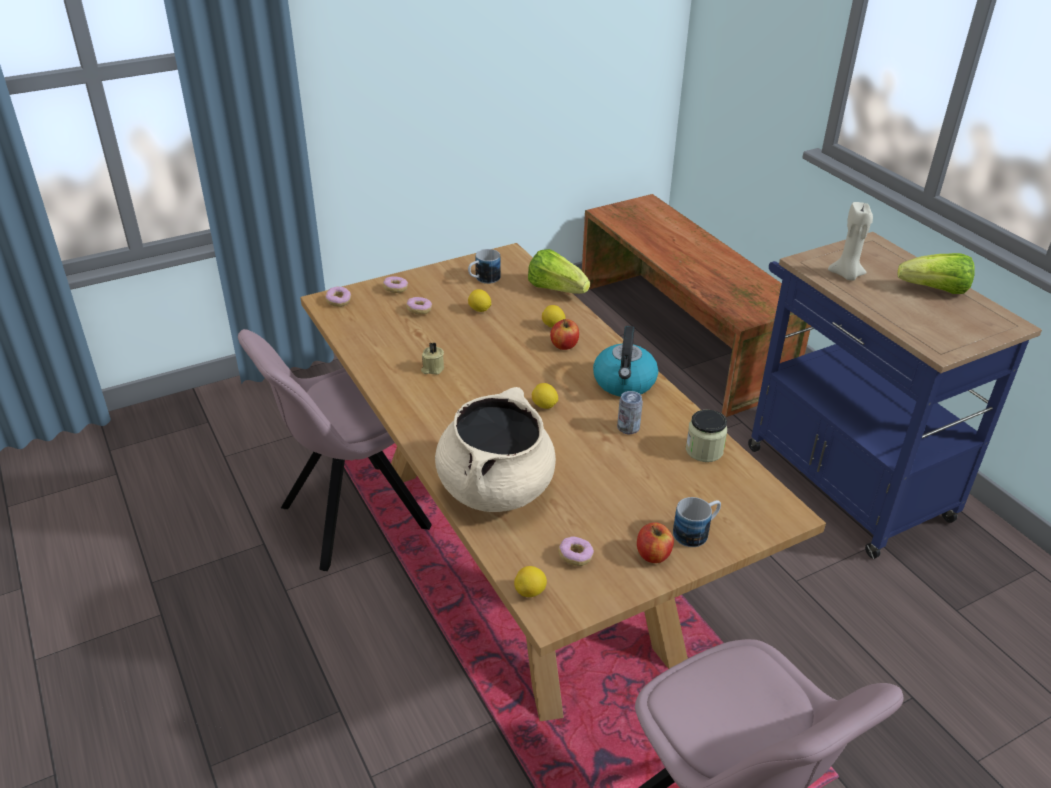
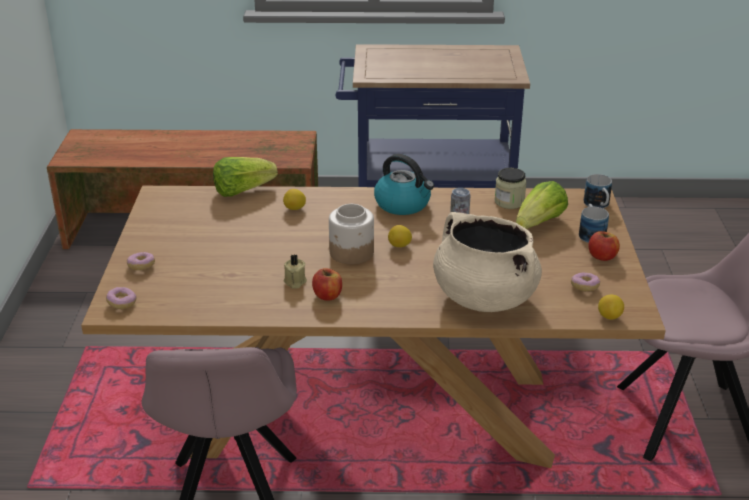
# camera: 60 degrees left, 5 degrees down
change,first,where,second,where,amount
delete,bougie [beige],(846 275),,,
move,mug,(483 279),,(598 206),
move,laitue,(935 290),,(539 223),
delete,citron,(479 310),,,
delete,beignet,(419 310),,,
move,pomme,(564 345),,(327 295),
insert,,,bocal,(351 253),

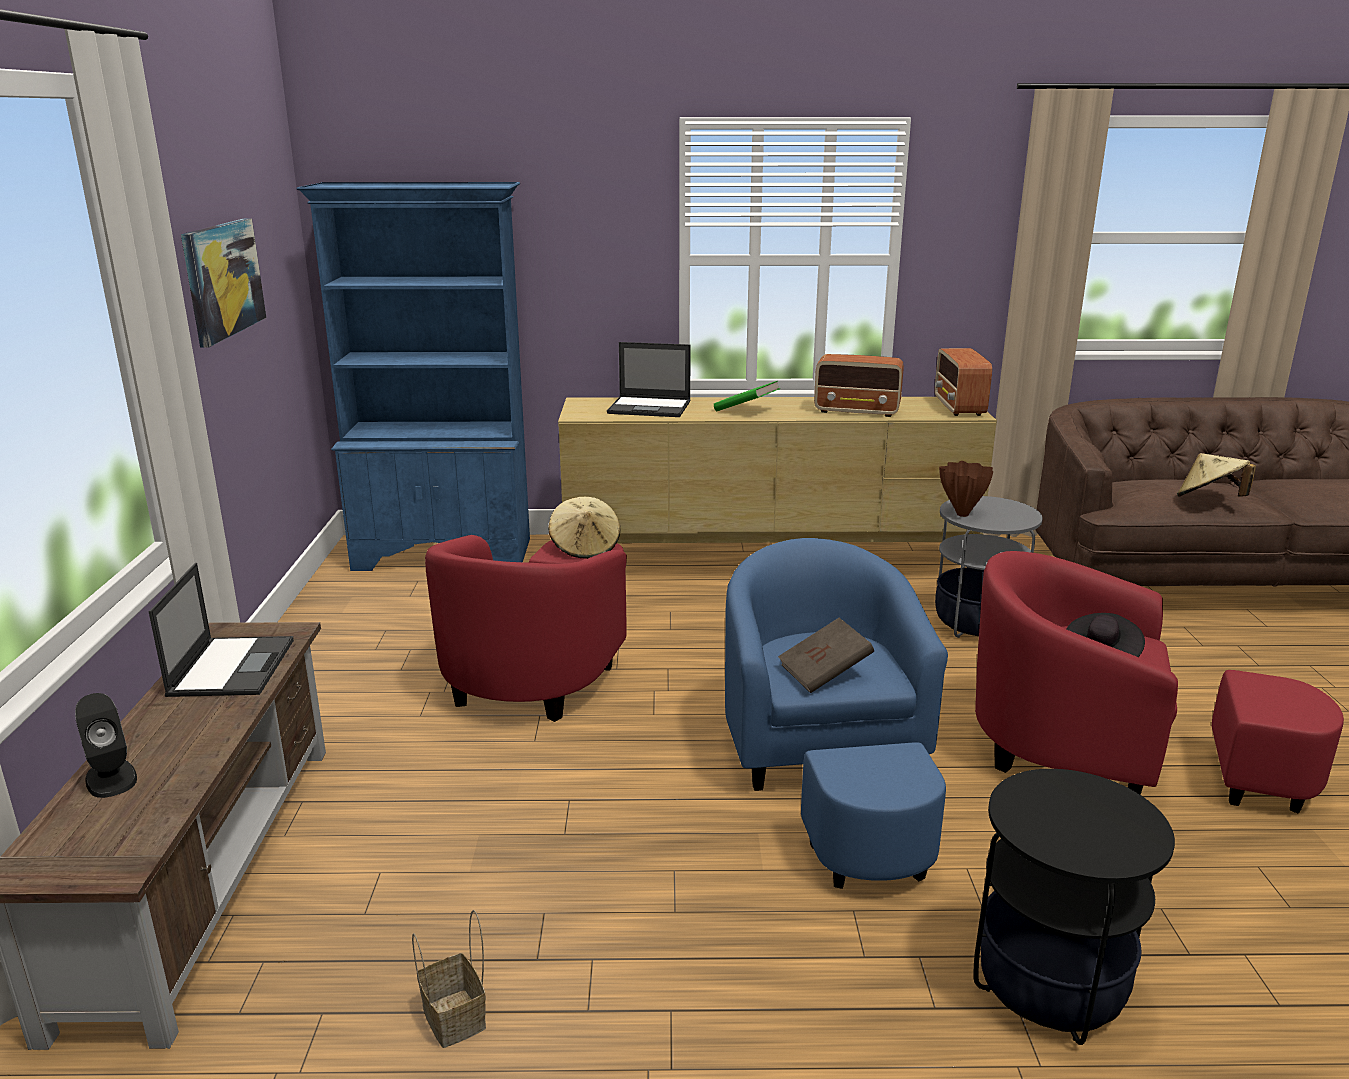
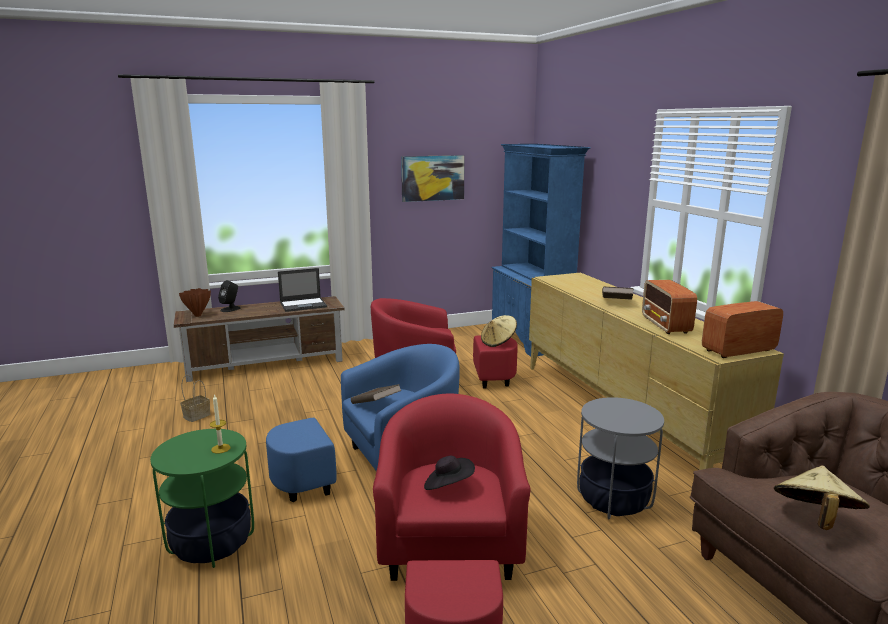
# camera: 70 degrees right, 5 degrees down
change,first,where,second,where,amount
delete,ordinateur portable,(650 407),,,
recolor,livre [vert],(746 410),livre [marron],(616 302),
move,vase [marron],(962 514),,(198 315),
recolor,table d'appoint [noir],(1048 988),table d'appoint [vert],(212 545),
insert,,,bougie,(220 448),

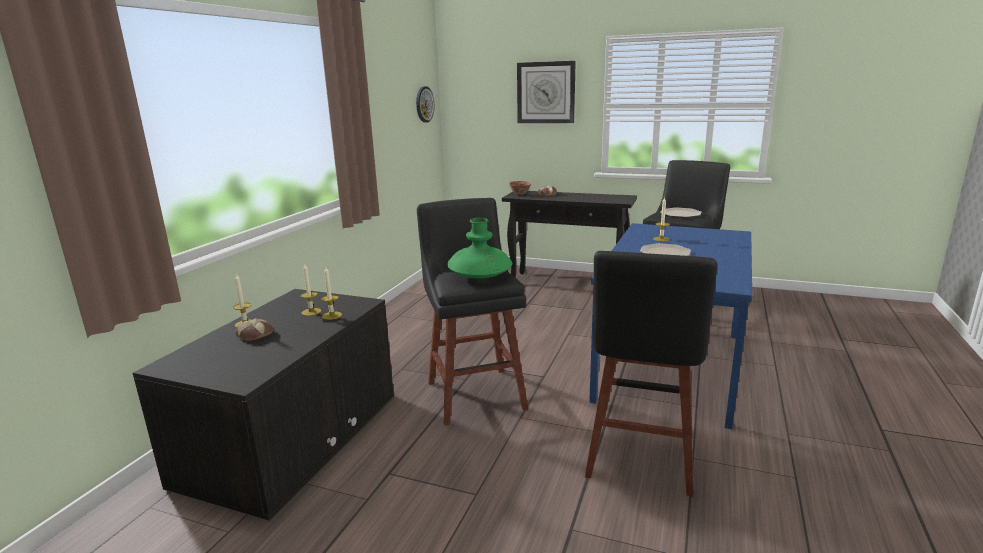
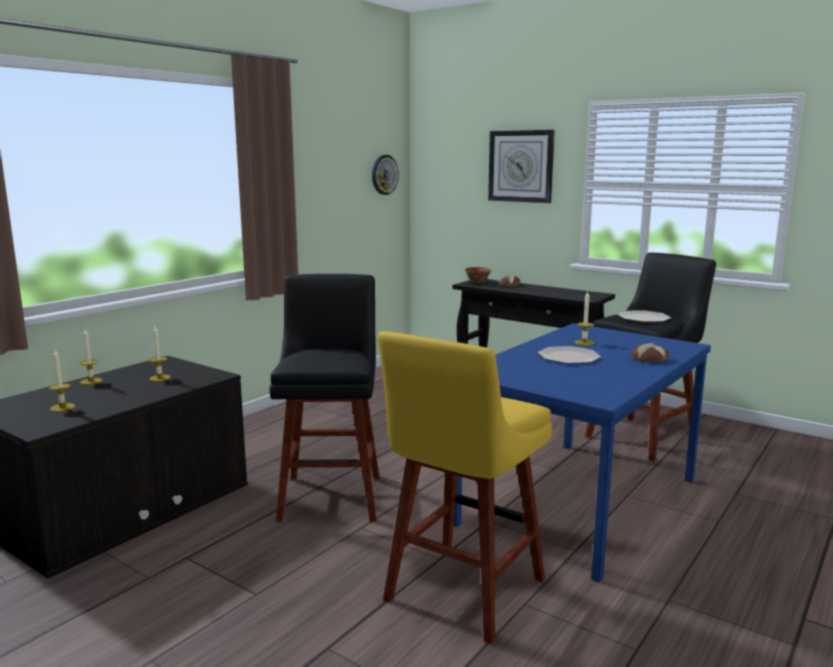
# camera: 15 degrees right, 5 degrees down
change,first,where,second,where,amount
delete,vase [vert],(480 275),,,
recolor,tabouret [noir],(640 457),tabouret [jaune],(462 591),
move,bougie,(332 315),,(62 407),
move,pain,(255 335),,(650 359),

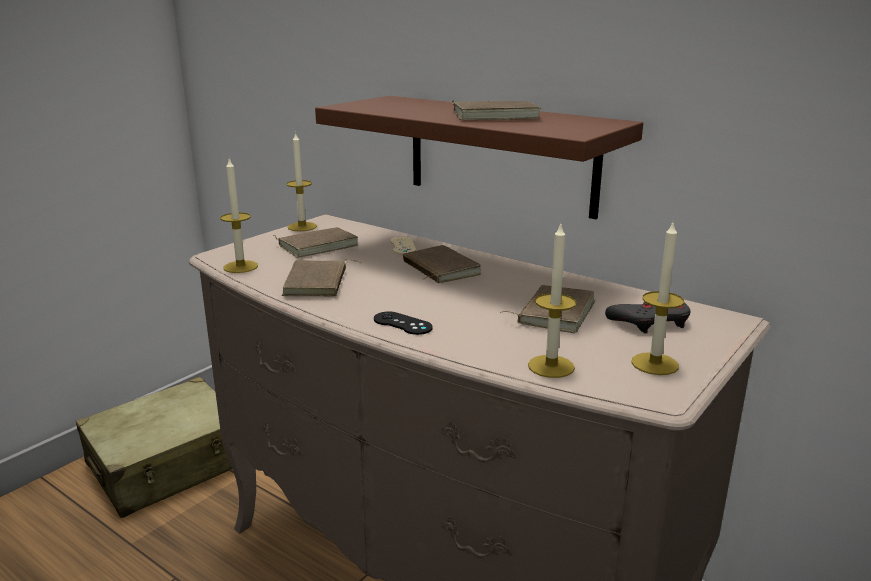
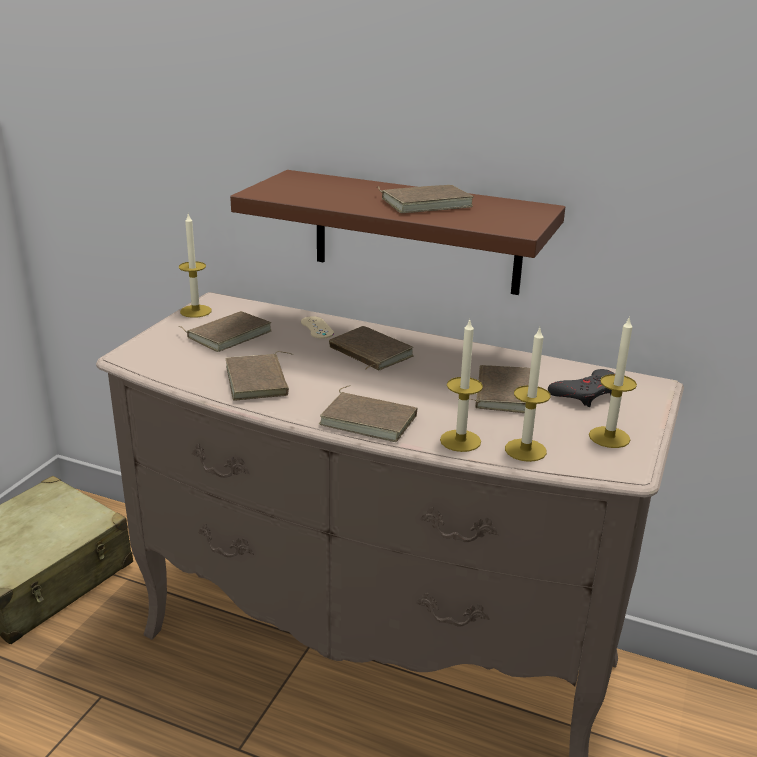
# camera: 15 degrees left, 5 degrees up
change,first,where,second,where,amount
move,bougie,(240 267),,(460 441),
replace,manette [noir],(402 323),livre [marron],(370 420),

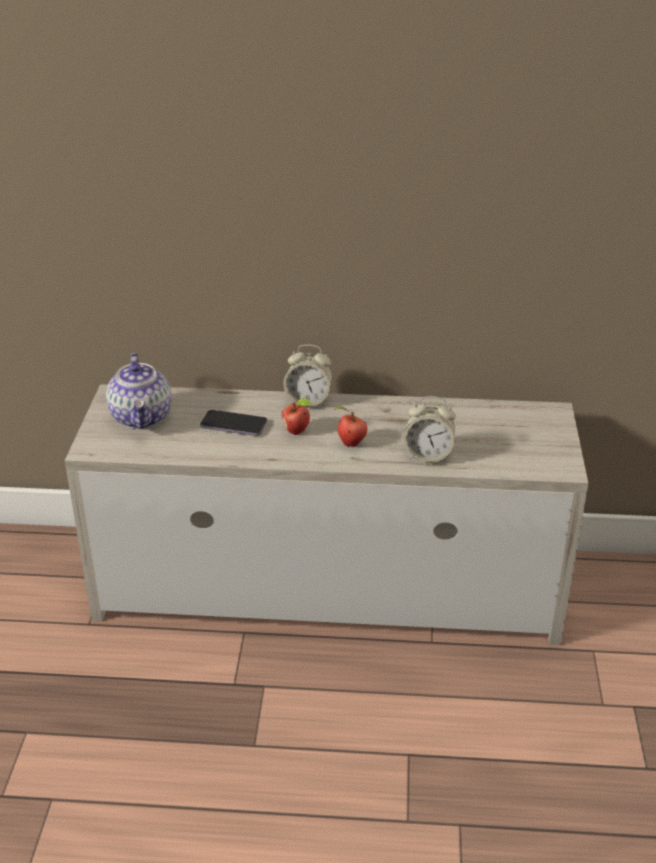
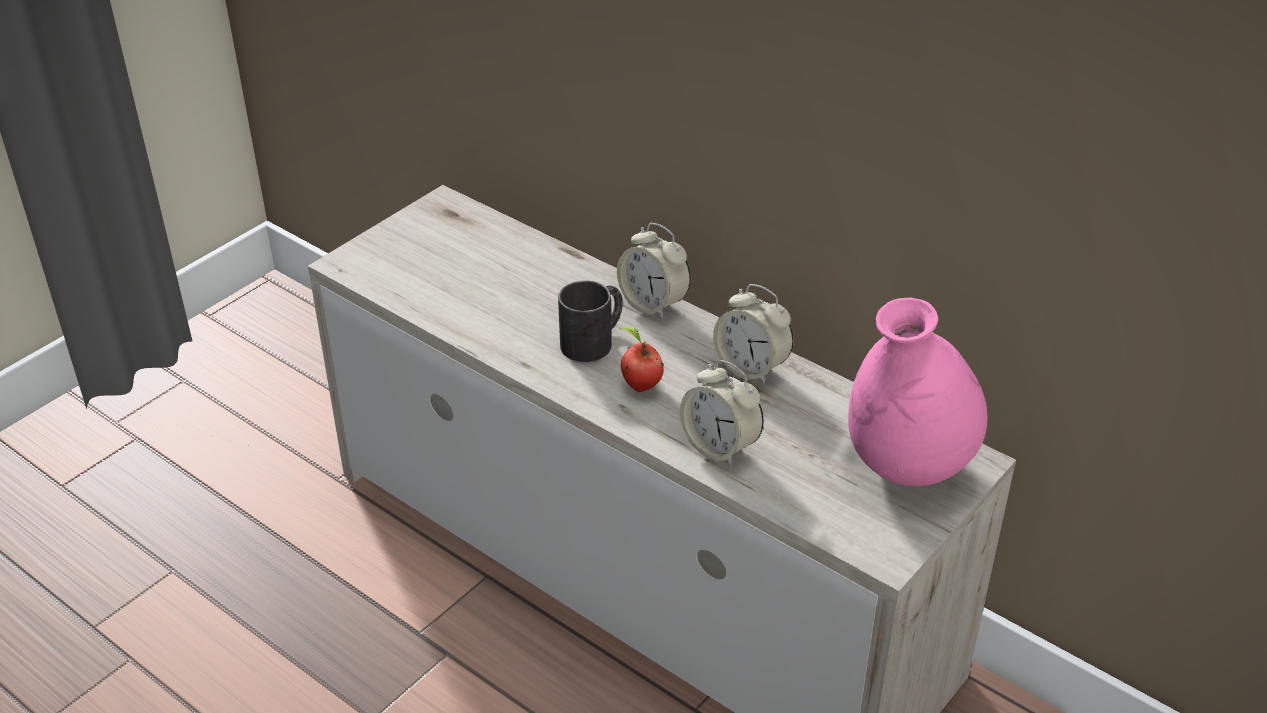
# camera: 35 degrees right, 5 degrees up
change,first,where,second,where,amount
delete,théière,(142 417),,,
replace,pomme,(297 431),mug [noir],(594 340),
delete,téléphone,(234 425),,,
insert,,,réveil,(751 368),
insert,,,vase [rose],(907 468),

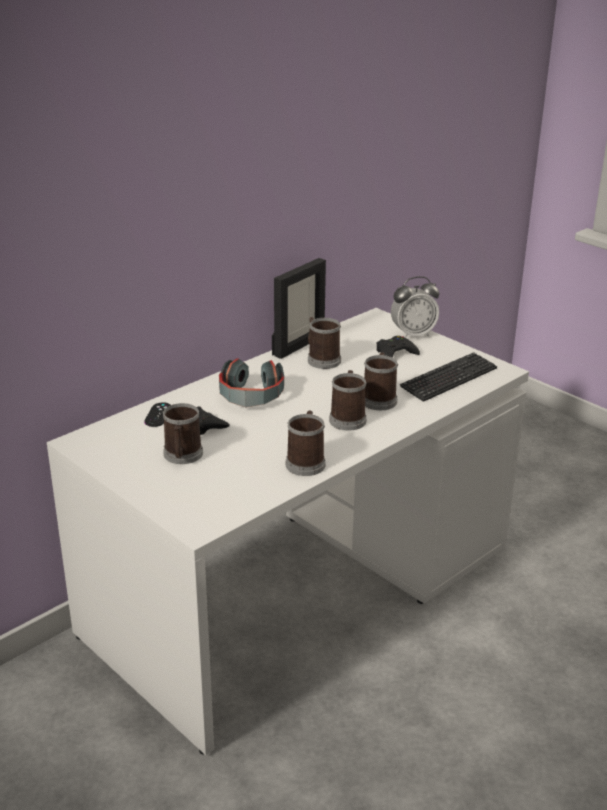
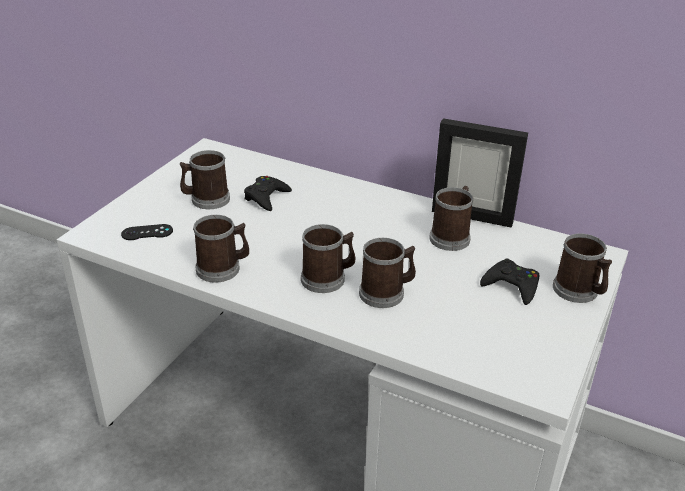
# camera: 70 degrees right, 5 degrees up
change,first,where,second,where,amount
replace,réveil,(413 334),mug,(579 291),
delete,clavier,(449 379),,,
delete,casque audio,(251 396),,,
move,manette [noir],(158 415),,(147 232),

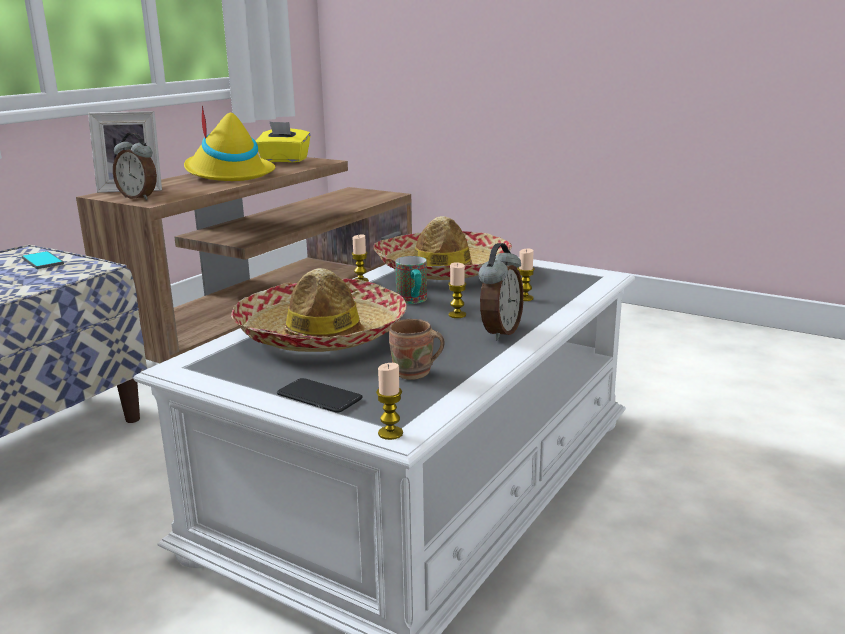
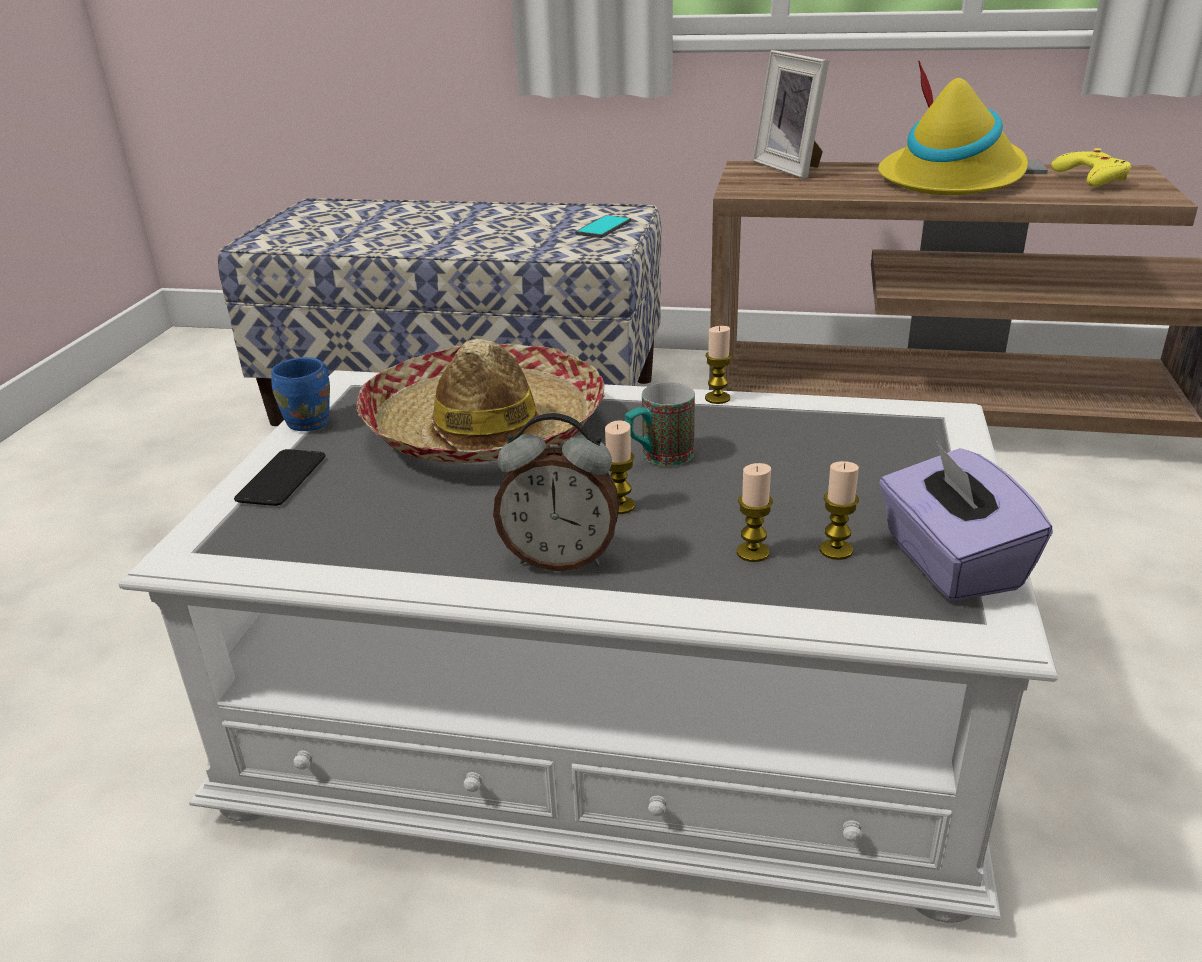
# camera: 70 degrees right, 10 degrees up
change,first,where,second,where,amount
replace,boîte à mouchoirs [jaune],(284 160),manette [jaune],(1091 177),
delete,réveil,(139 198),,,
delete,chapeau,(443 269),,,
delete,mug [marron],(414 374),,,
move,bougie,(390 433),,(836 550),
insert,,,mug [bleu],(313 422),
insert,,,boîte à mouchoirs [violet],(949 562),

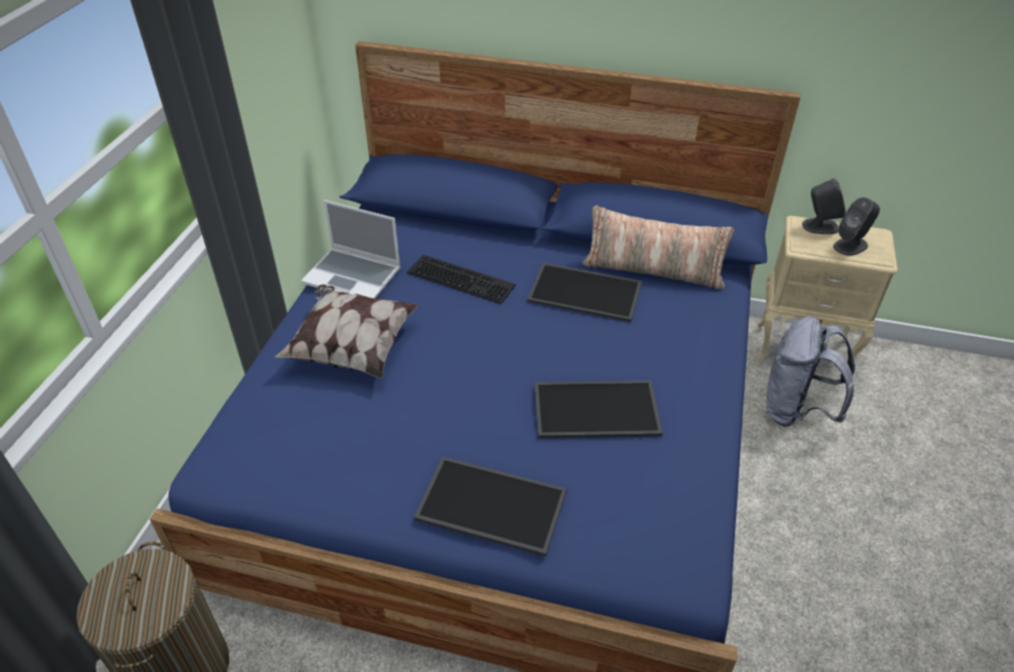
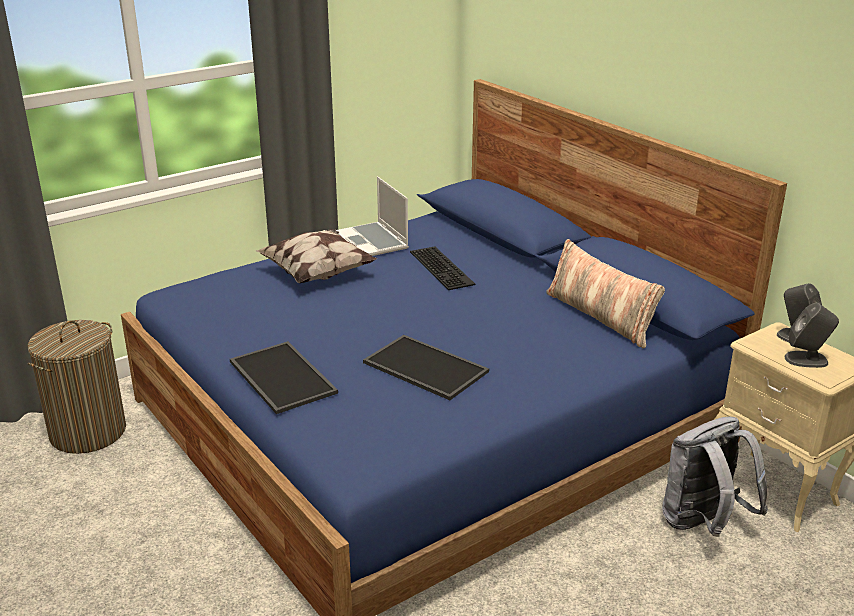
# camera: 40 degrees right, 15 degrees down
change,first,where,second,where,amount
delete,plateau,(586 291),,,

